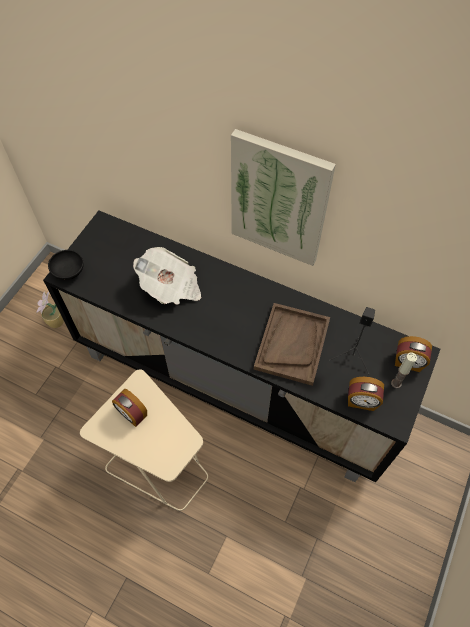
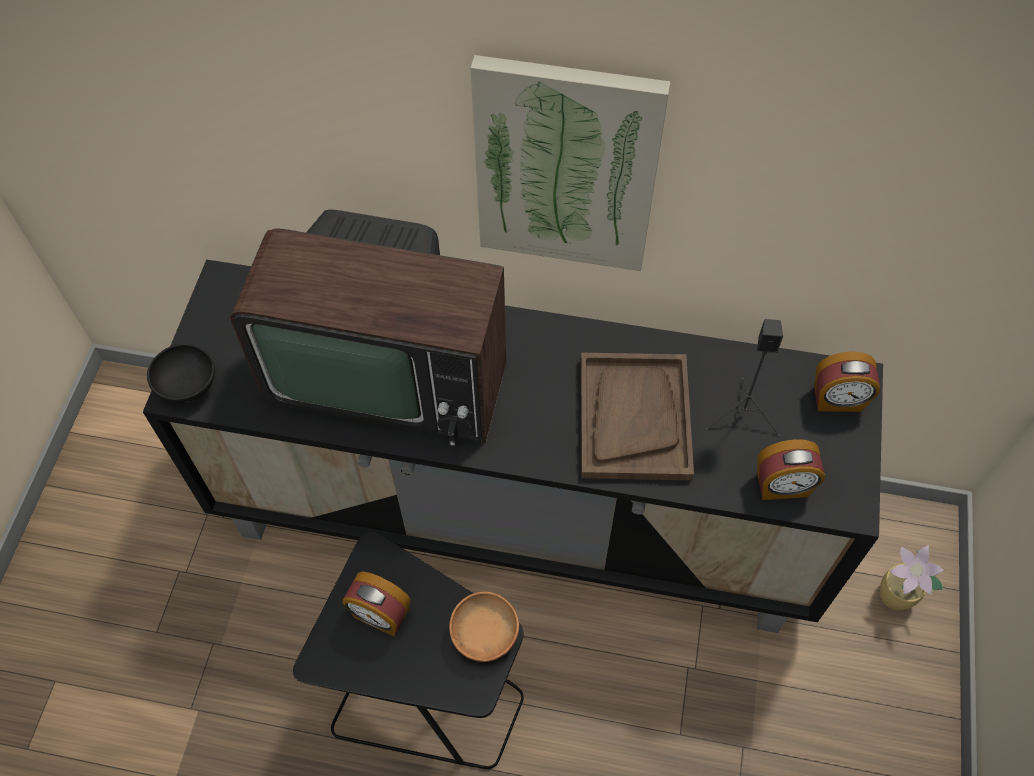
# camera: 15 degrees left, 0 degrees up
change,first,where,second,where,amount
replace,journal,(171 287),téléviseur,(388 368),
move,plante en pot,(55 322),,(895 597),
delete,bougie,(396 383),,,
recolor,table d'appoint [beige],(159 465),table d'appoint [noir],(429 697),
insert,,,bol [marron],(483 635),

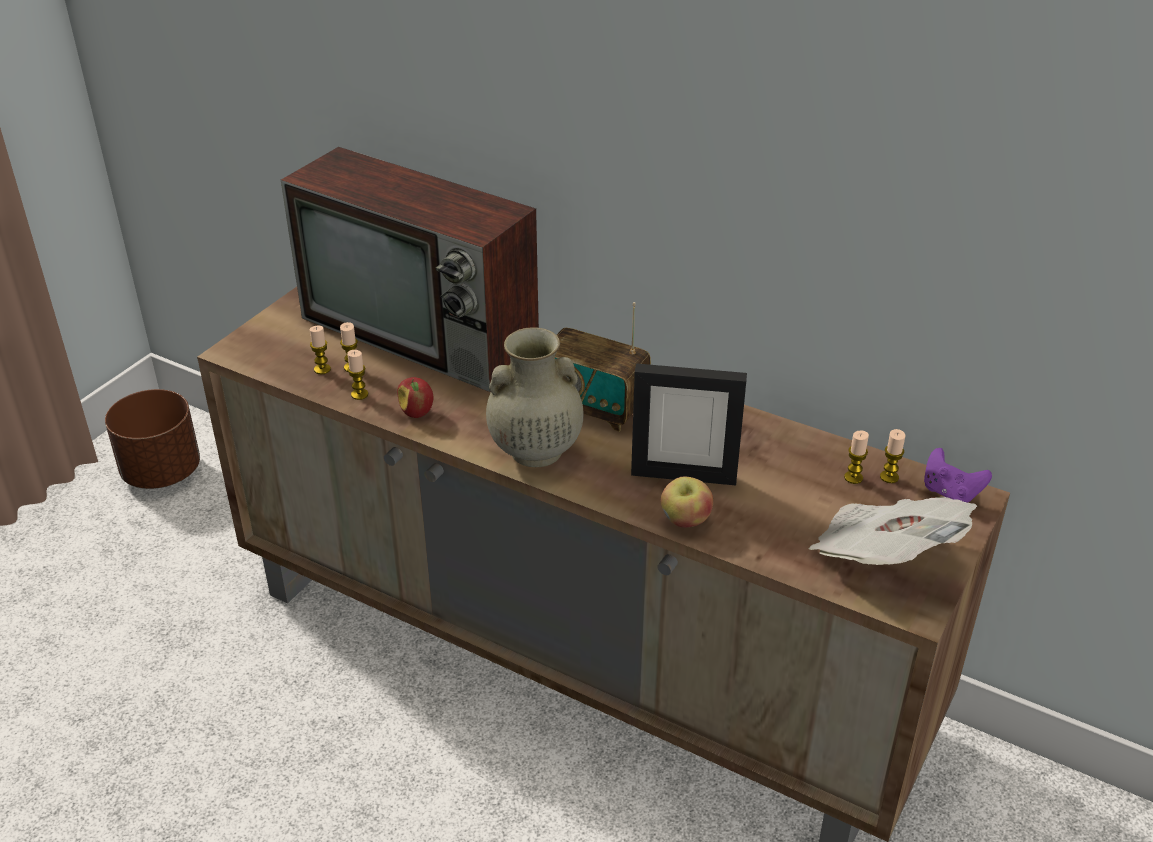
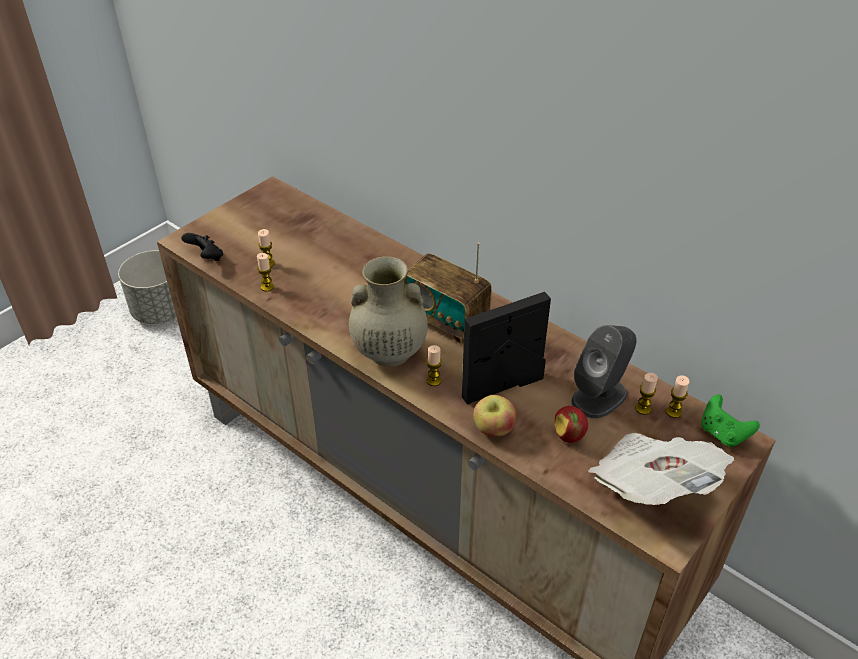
# camera: 10 degrees right, 5 degrees up
change,first,where,second,where,amount
delete,téléviseur,(423 334),,,
move,bougie,(322 369),,(433 380),
rotate,cadre photo,(684 474),,(502 387),135 degrees clockwise
move,pomme,(417 412),,(569 436),
recolor,cache-pot [marron],(162 472),cache-pot [gris],(160 310),
recolor,manette [violet],(950 493),manette [vert],(722 434),
insert,,,manette [noir],(206 257),
insert,,,enceinte [gris],(600 396),

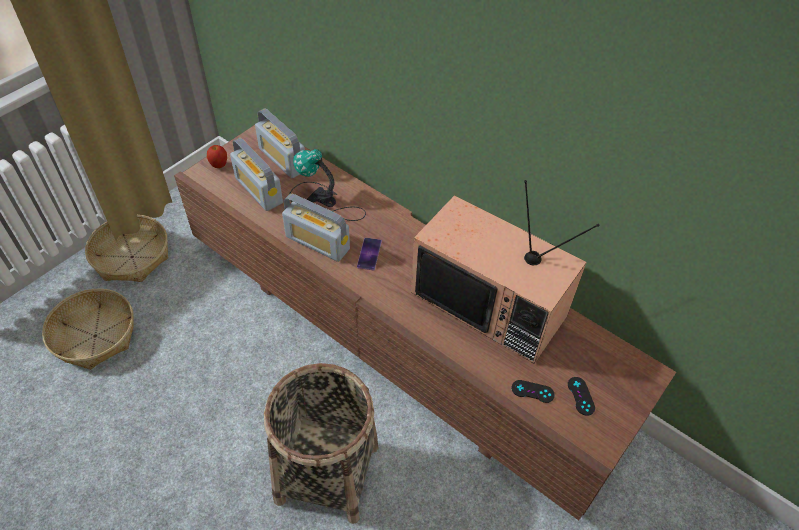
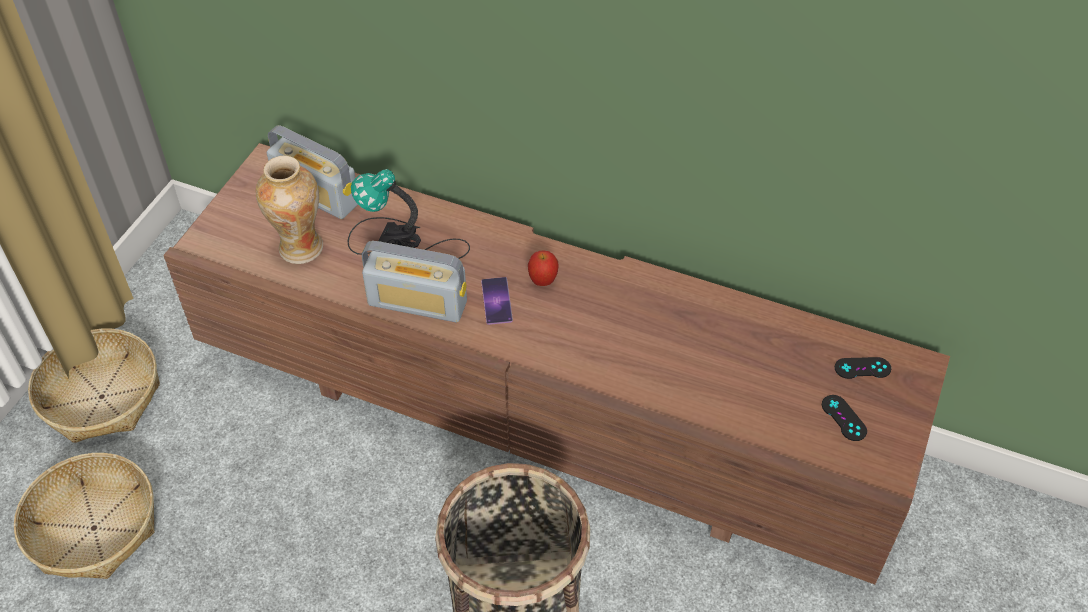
# camera: 15 degrees left, 0 degrees up
change,first,where,second,where,amount
replace,radio,(258 190),vase,(300 248),
move,pomme,(219 166),,(543 281),
delete,téléviseur,(491 303),,,
move,manette [noir],(532 391),,(862 368),

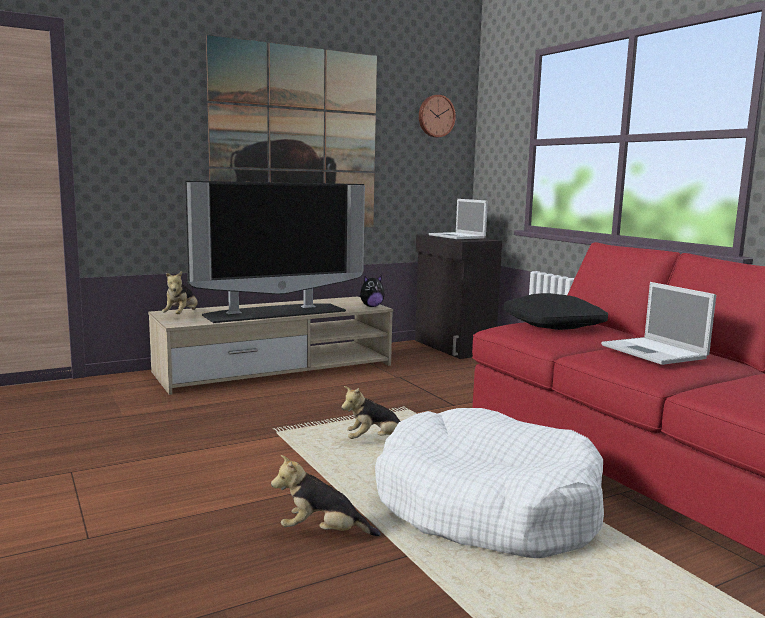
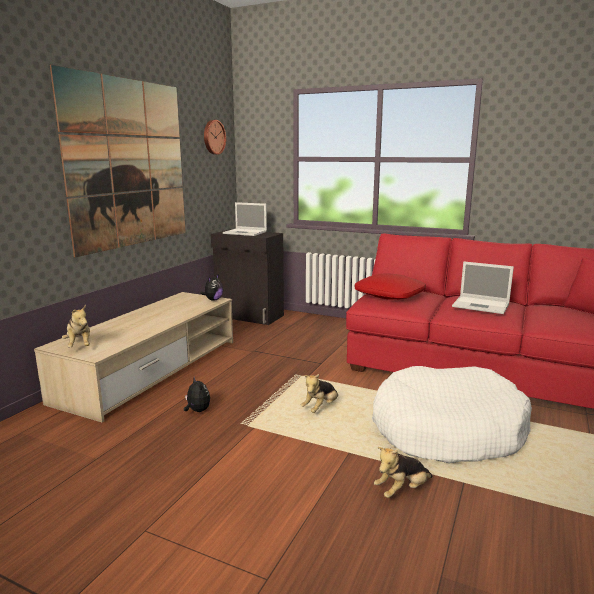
# camera: 35 degrees left, 5 degrees up
change,first,where,second,where,amount
delete,téléviseur,(275 312),,,
recolor,coussin [noir],(553 324),coussin [rouge],(390 295),
insert,,,peluche,(197 411),

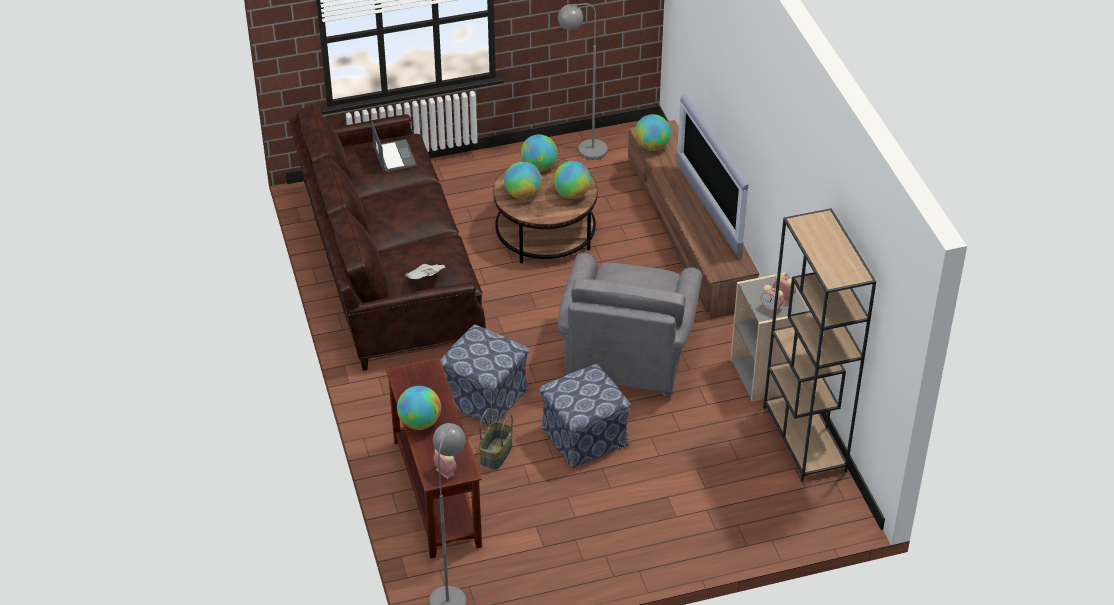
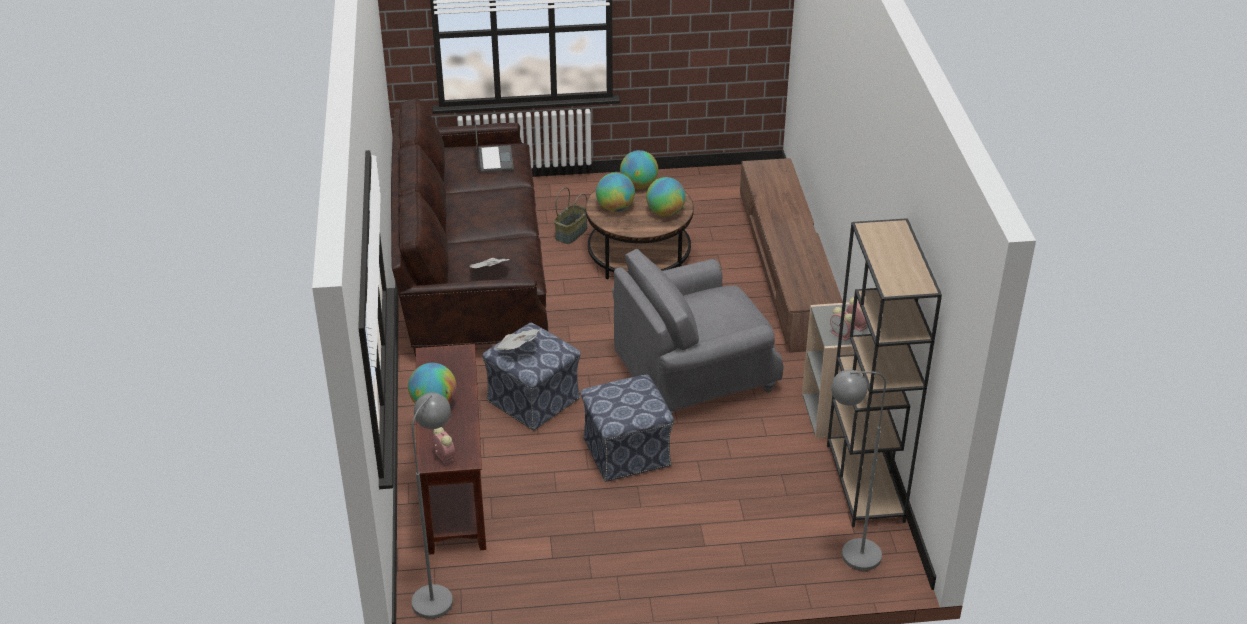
# camera: 10 degrees right, 5 degrees down
change,first,where,second,where,amount
move,lampadaire [gris],(583 152),,(848 556),
delete,téléviseur,(707 212),,,
delete,globe,(652 146),,,
rotate,fauteuil [gris],(628 352),,(695 374),45 degrees clockwise
move,panier,(496 454),,(571 234),
insert,,,journal,(517 348),

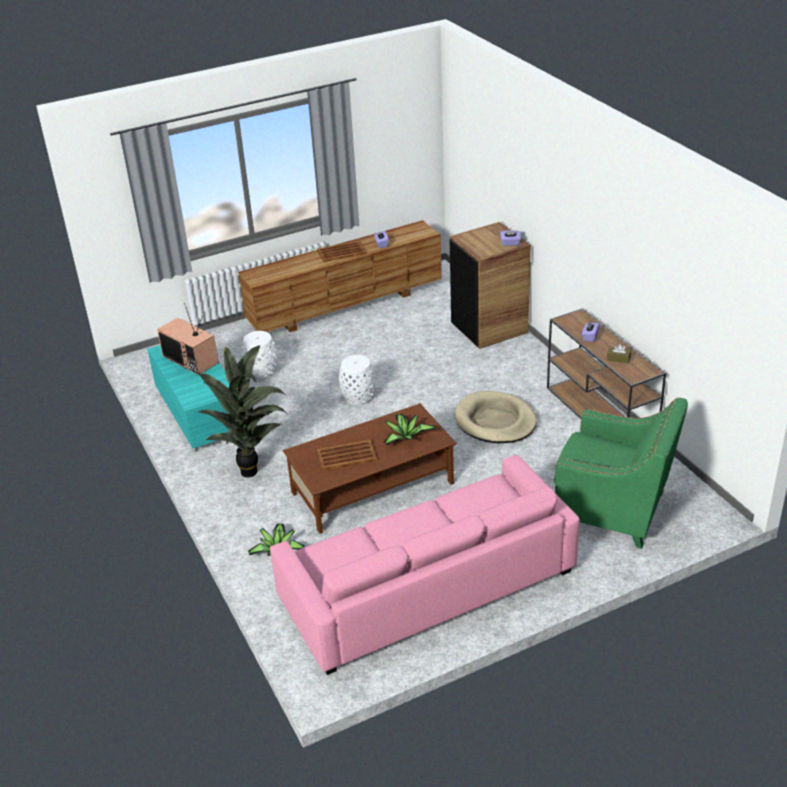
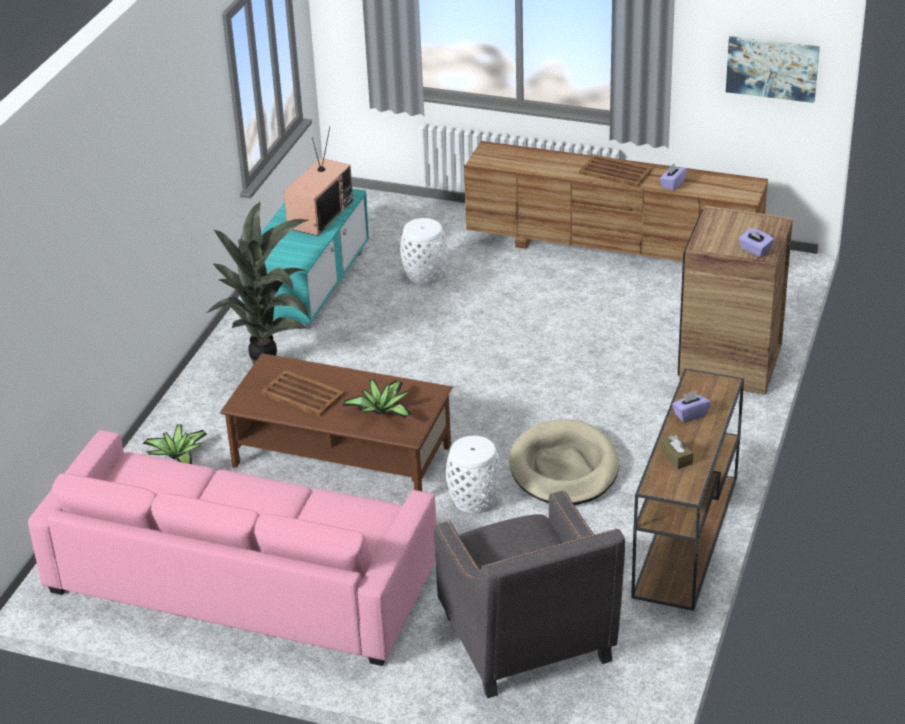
# camera: 45 degrees right, 0 degrees up
change,first,where,second,where,amount
rotate,téléviseur,(192 359),,(319 214),150 degrees counterclockwise
move,tabouret [blanc],(358 397),,(474 500),
recolor,fauteuil [vert],(613 509),fauteuil [gris],(527 640),
insert,,,tableau,(772 68),

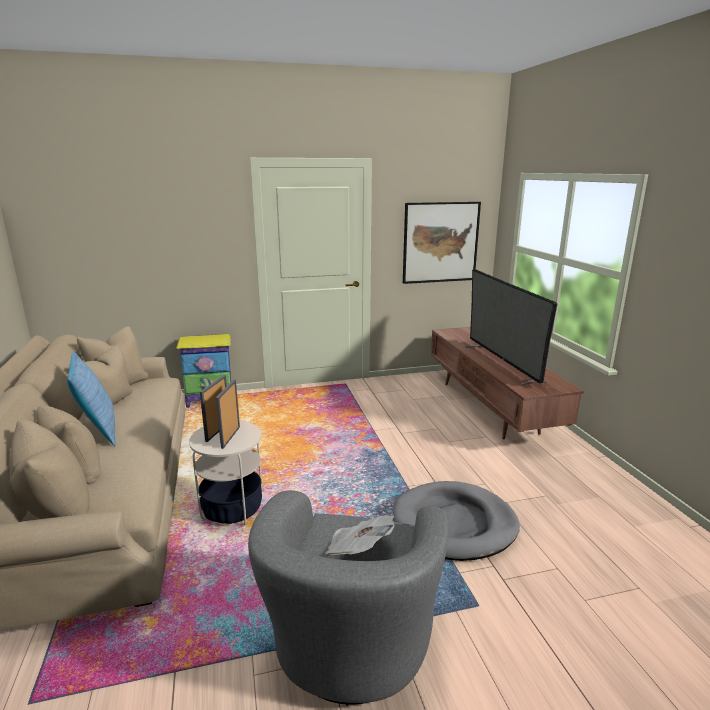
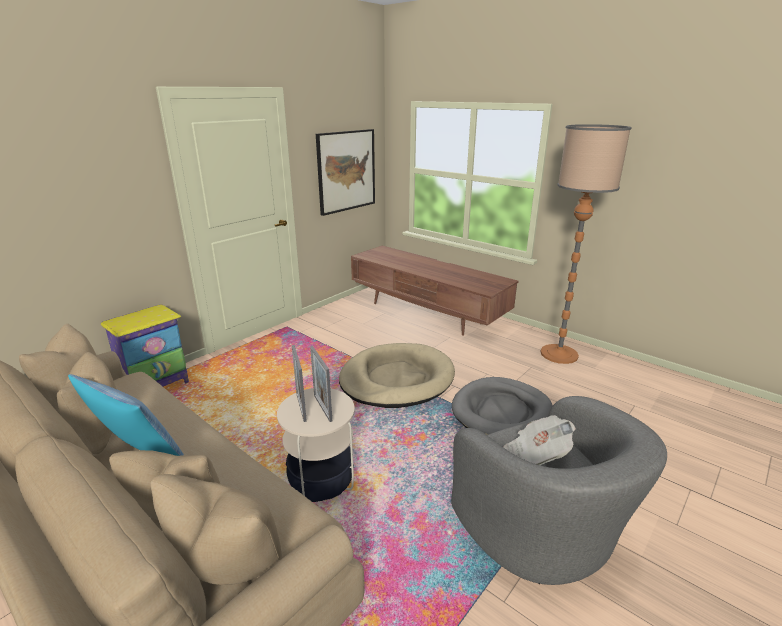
# camera: 35 degrees left, 5 degrees up
change,first,where,second,where,amount
delete,téléviseur,(502 363),,,
insert,,,lampadaire,(559 354),
insert,,,panier pour chien [beige],(396 379),

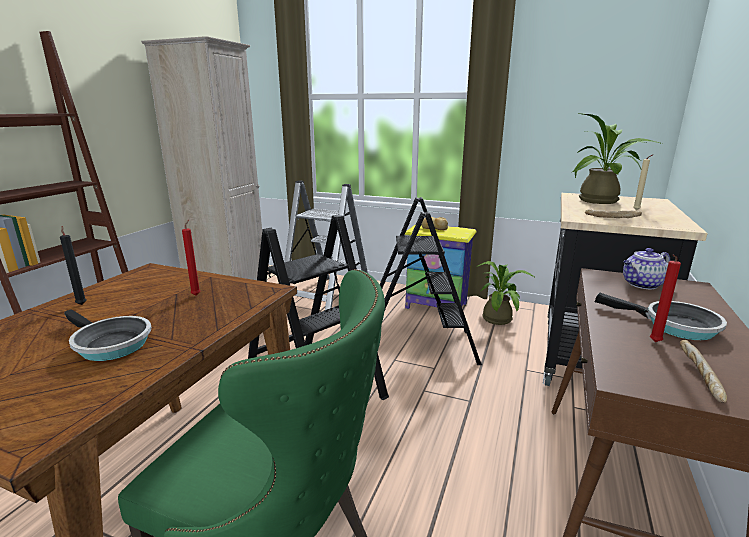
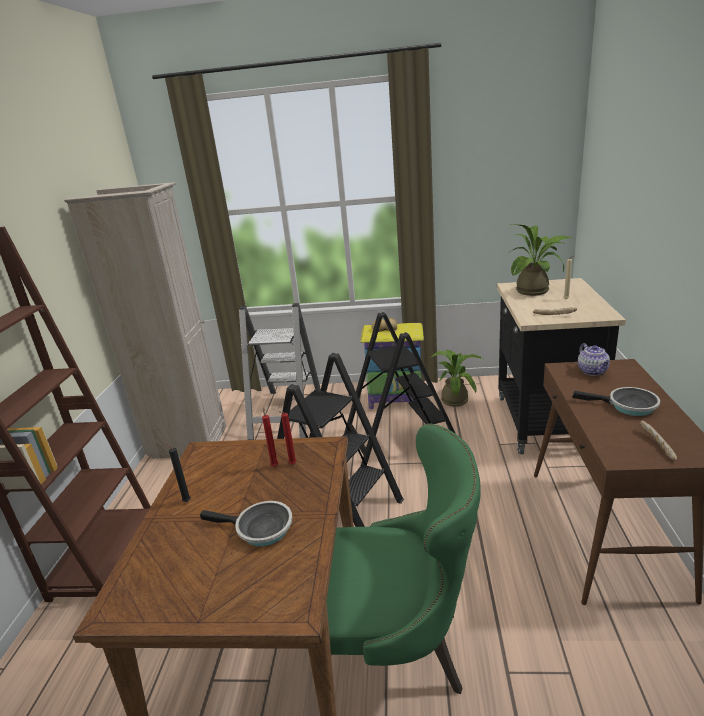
# camera: 15 degrees left, 5 degrees up
change,first,where,second,where,amount
rotate,théière,(642 284),,(593 371),60 degrees counterclockwise
move,bougie [rouge],(654 342),,(292 465),

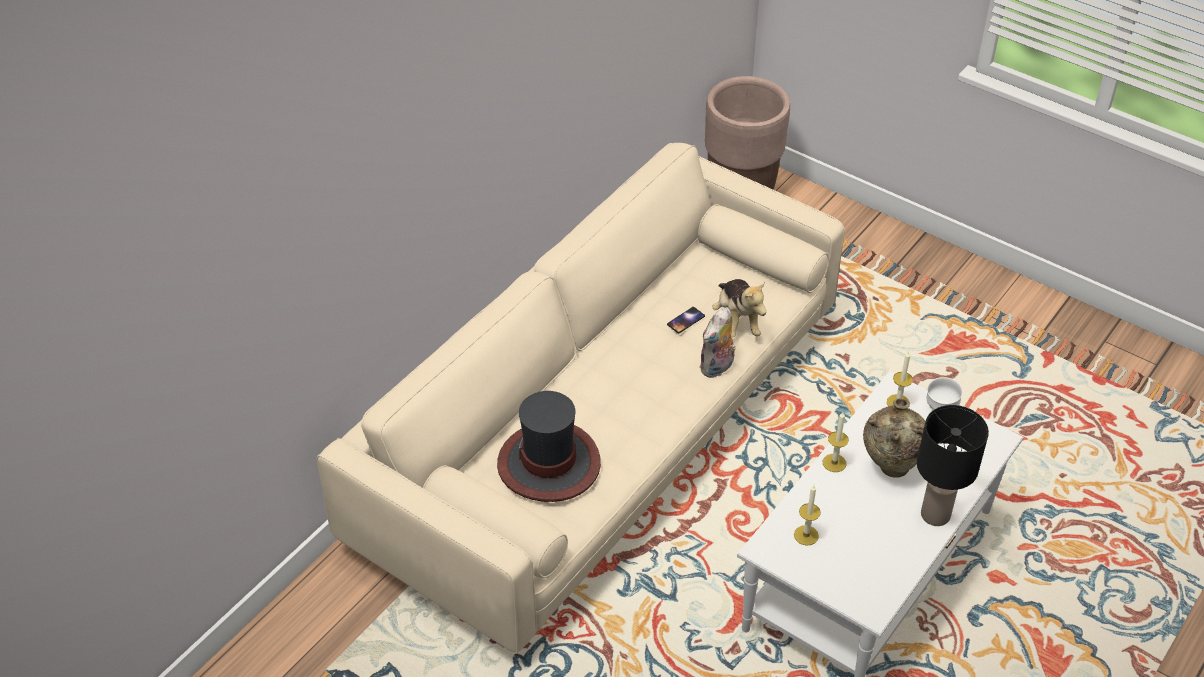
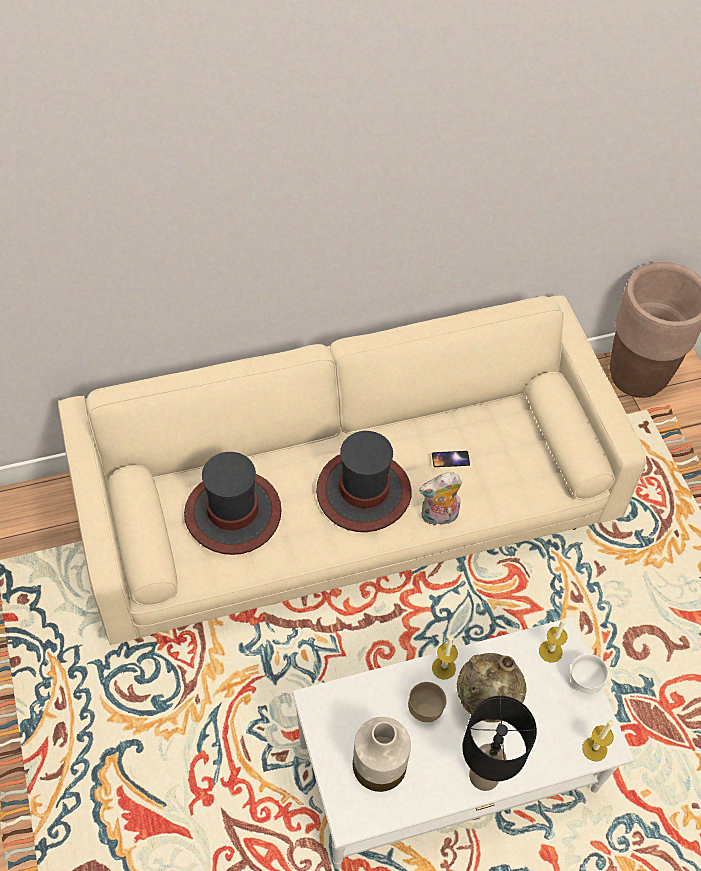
# camera: 35 degrees right, 10 degrees up
change,first,where,second,where,amount
delete,peluche,(737 320),,,
move,bougie,(806 535),,(594 749),
insert,,,chapeau,(363 492),
insert,,,bol [marron],(425 709),
insert,,,vase [beige],(379 765),

